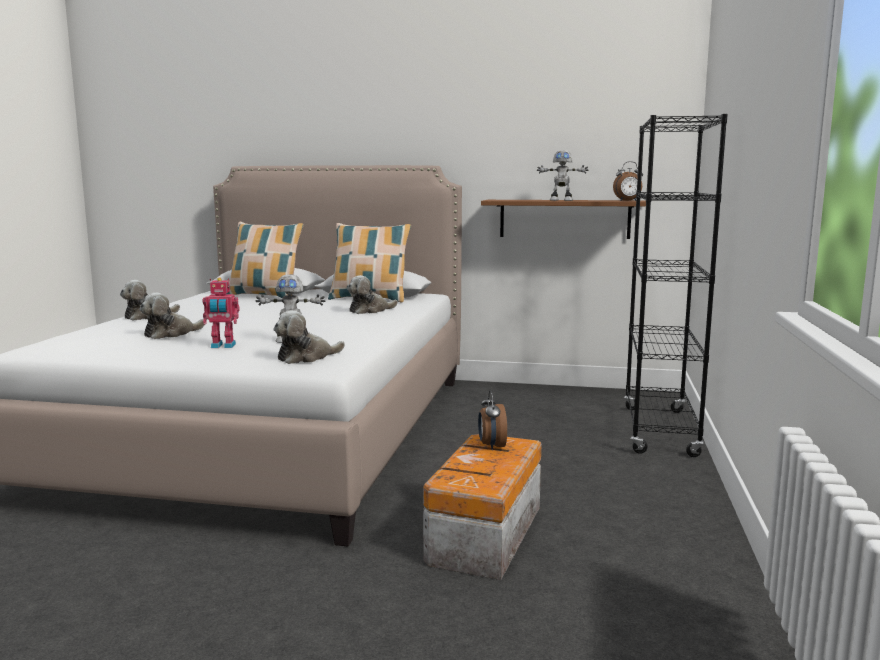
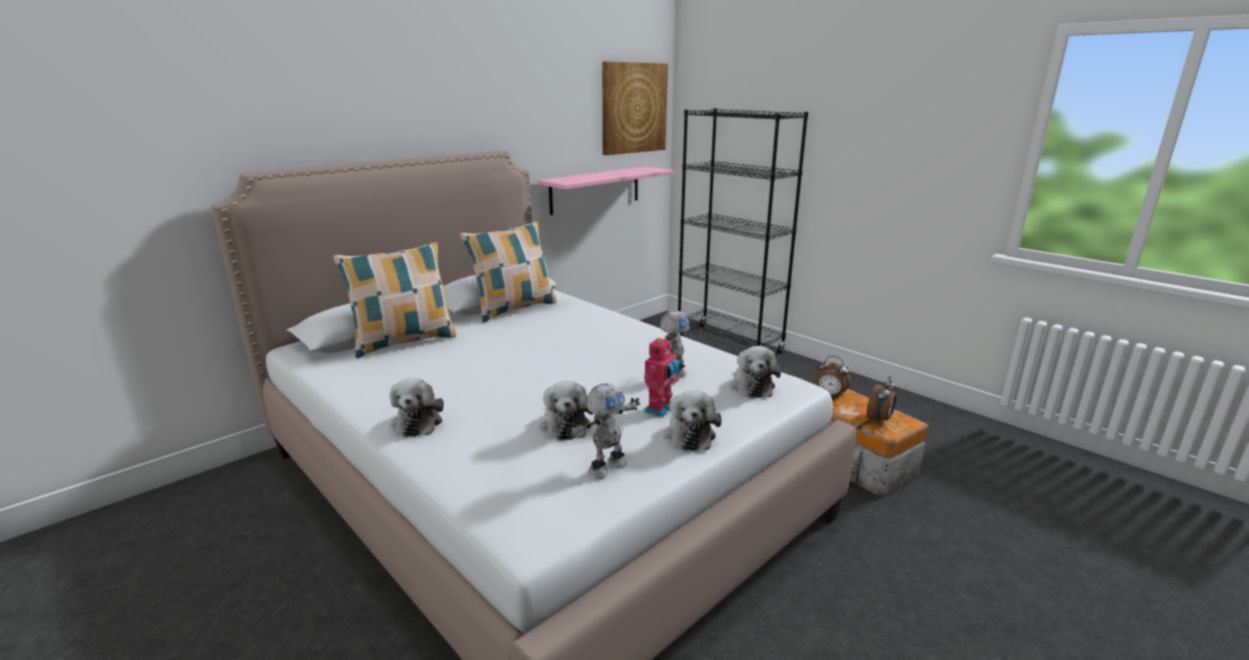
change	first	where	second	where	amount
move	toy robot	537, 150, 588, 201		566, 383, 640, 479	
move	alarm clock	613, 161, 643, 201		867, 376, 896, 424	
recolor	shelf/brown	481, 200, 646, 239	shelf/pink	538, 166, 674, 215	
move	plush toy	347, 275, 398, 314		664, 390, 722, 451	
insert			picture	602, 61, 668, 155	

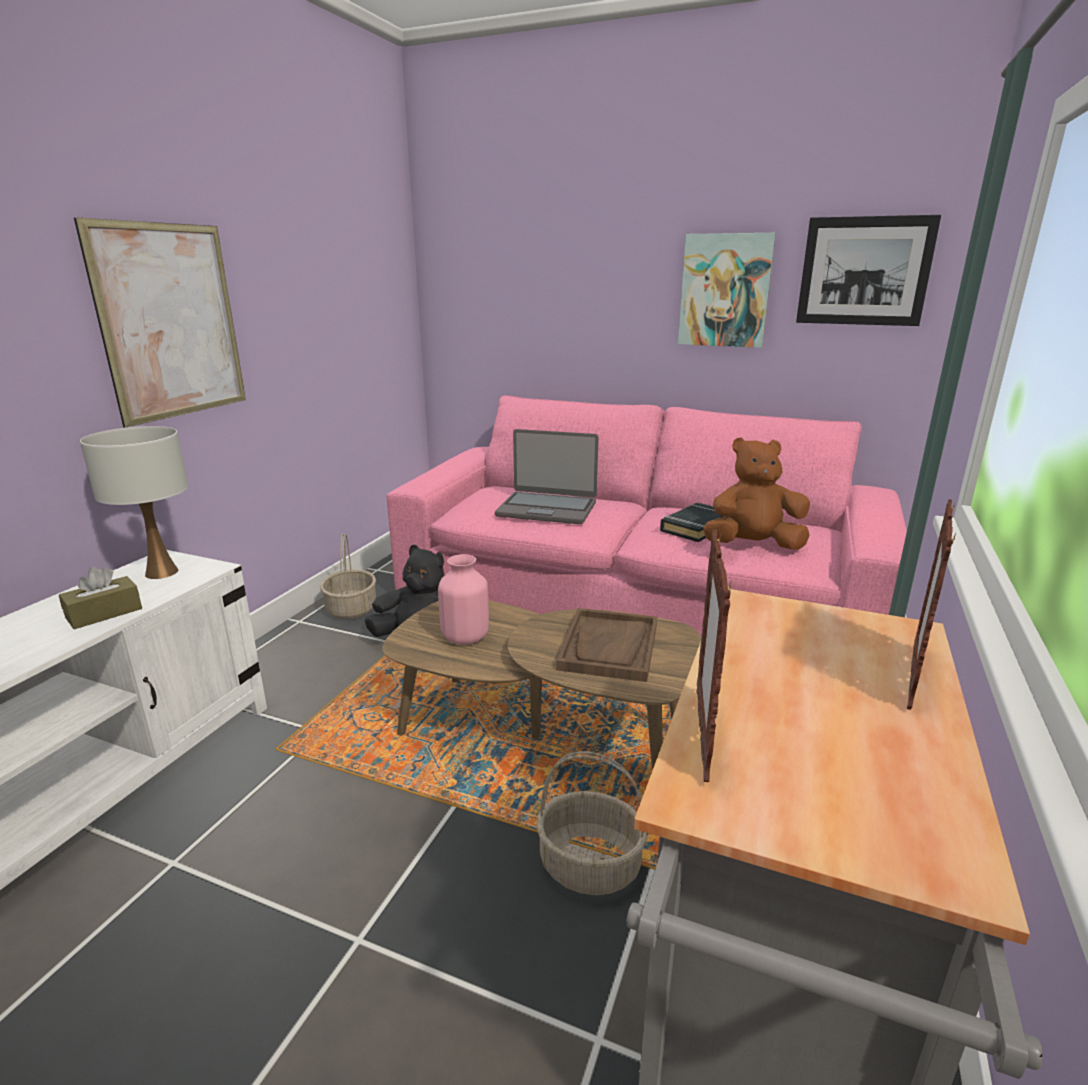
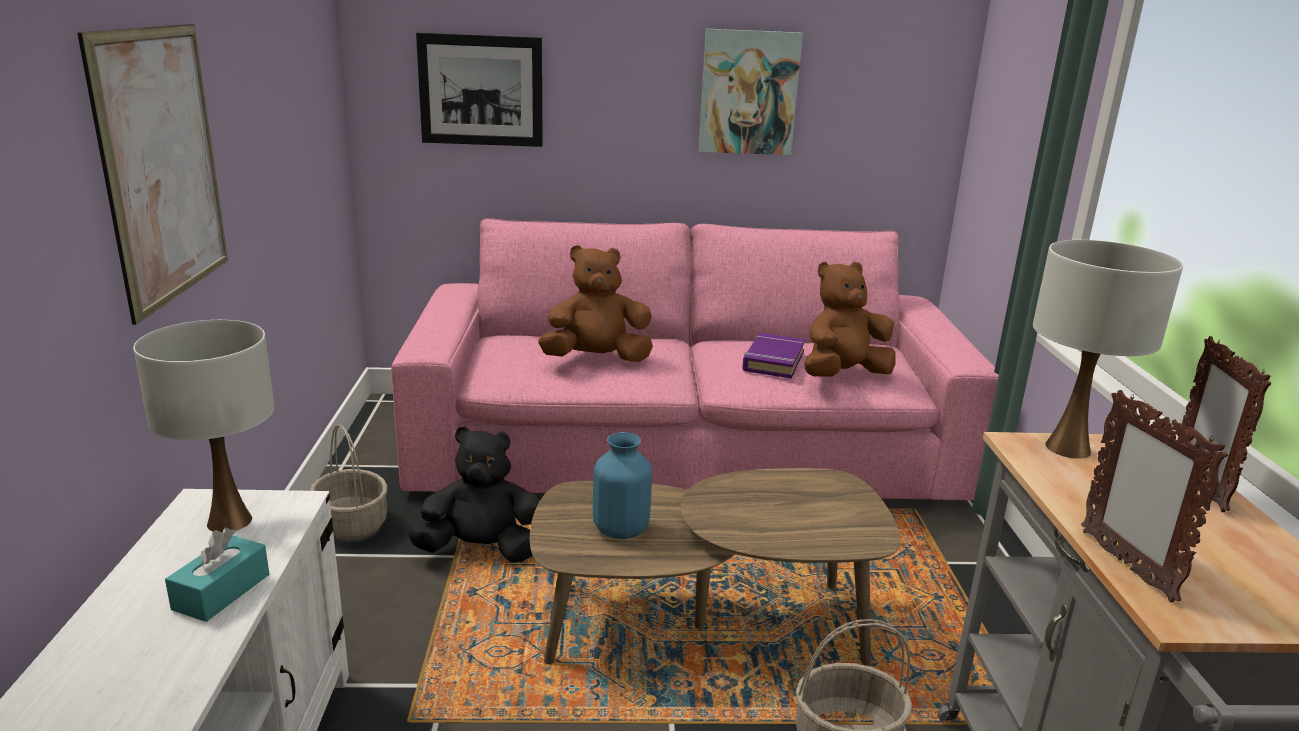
change	first	where	second	where	amount
move	picture	796, 215, 941, 326		416, 33, 543, 147	
replace	laptop	495, 429, 599, 524	plush toy/brown	538, 245, 653, 362	
recolor	book/black	660, 503, 724, 542	book/purple	742, 333, 805, 378	
recolor	vase/pink	438, 554, 489, 645	vase/blue	593, 432, 652, 539	
recolor	tissue box/brown	59, 567, 142, 629	tissue box/turquoise	165, 528, 269, 622	
delete	tray/brown	556, 608, 657, 682			
insert			table lamp/white	1033, 240, 1183, 459	

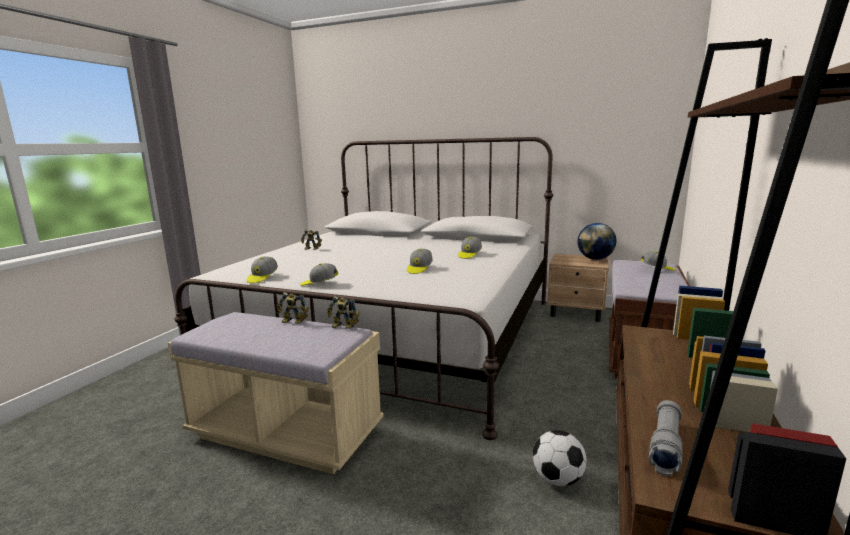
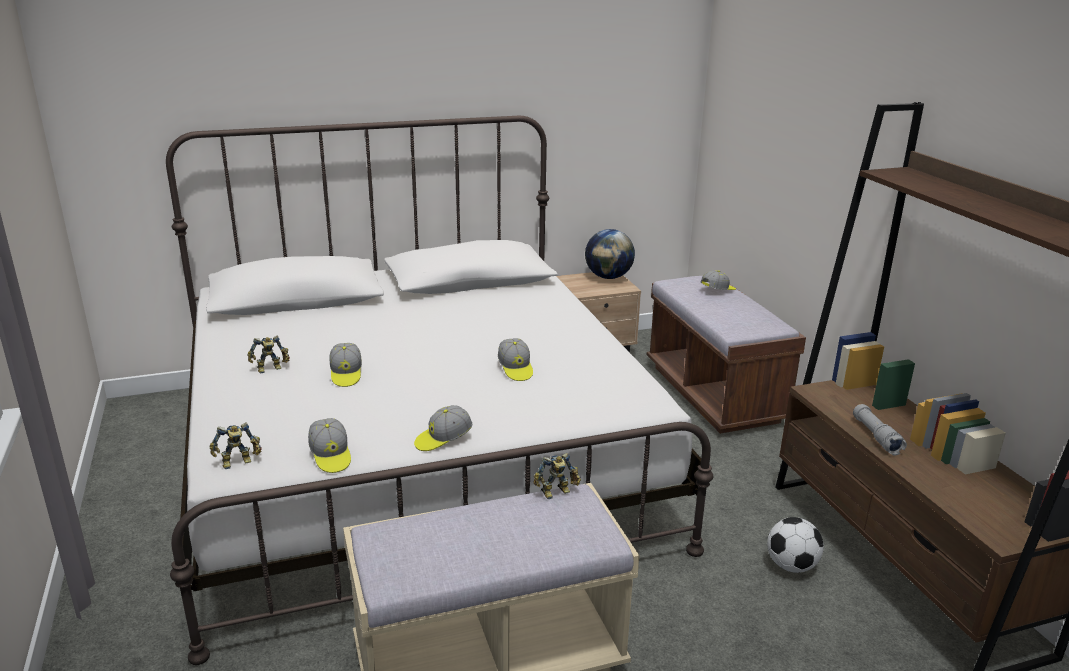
change	first	where	second	where	amount
move	cap	458, 237, 482, 259		329, 343, 362, 387	
move	toy robot	277, 292, 309, 323		210, 423, 262, 469	
move	flashlight/grey	648, 400, 683, 476		853, 404, 907, 455	

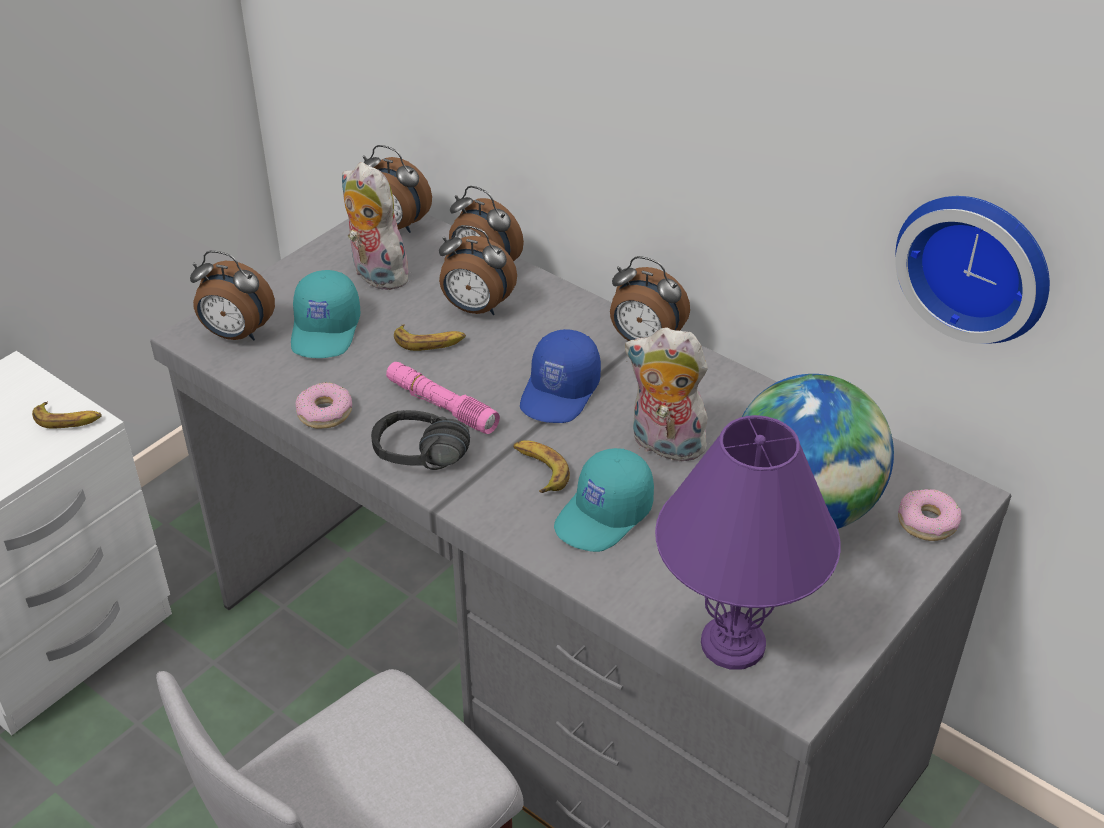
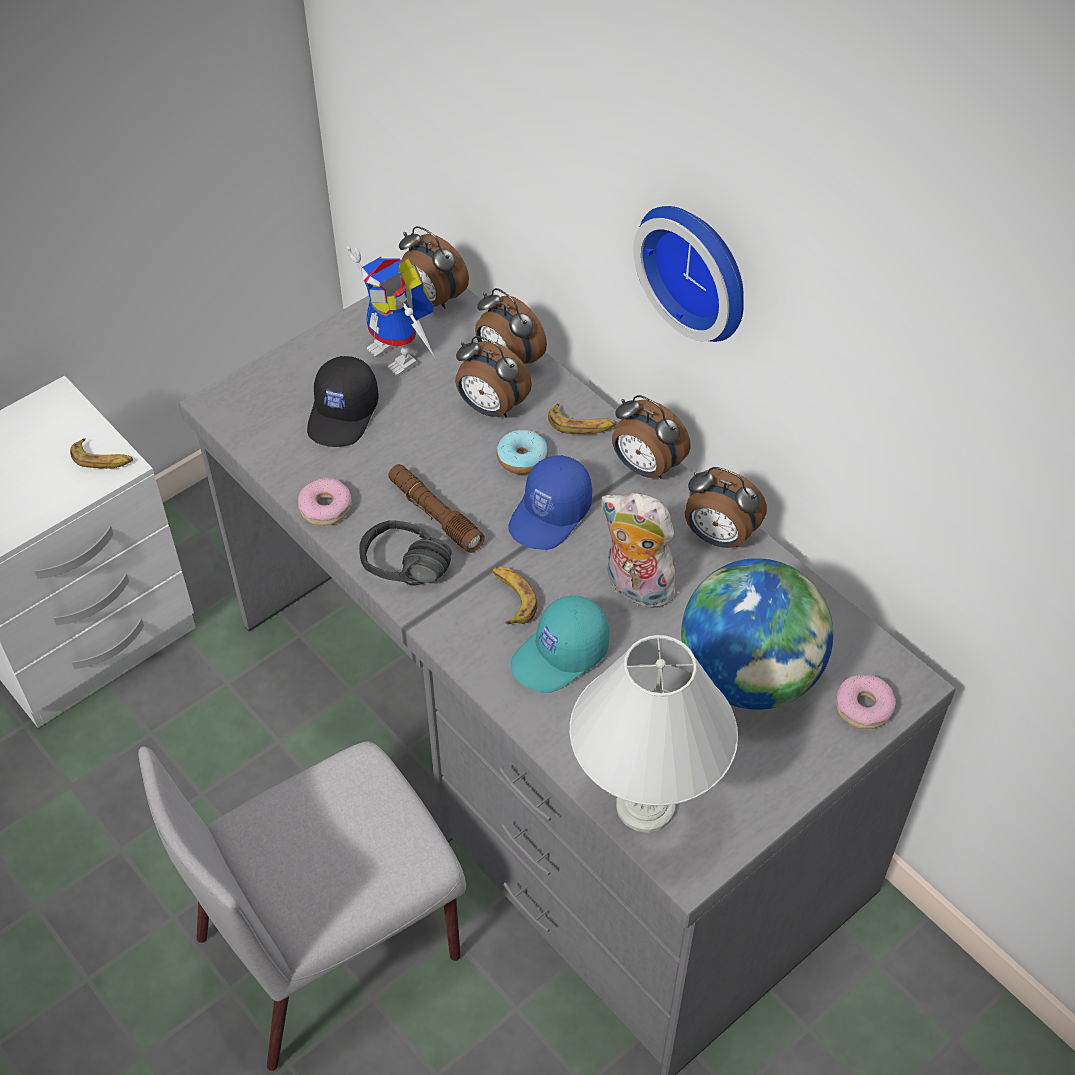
change	first	where	second	where	amount
replace	plush toy	342, 162, 415, 290	toy robot	346, 246, 434, 377	
move	wall clock	896, 196, 1050, 344		633, 206, 744, 342	
move	alarm clock	190, 251, 275, 340		685, 467, 767, 548	
recolor	cap/turquoise	291, 270, 360, 358	cap/black	307, 356, 379, 447	
move	banana	394, 325, 466, 351		548, 404, 617, 434	
recolor	flashlight/pink	386, 362, 500, 434	flashlight/brown	388, 464, 485, 553	
recolor	table lamp/purple	655, 415, 841, 670	table lamp/white	570, 635, 738, 833	
insert			donut	497, 430, 548, 474	

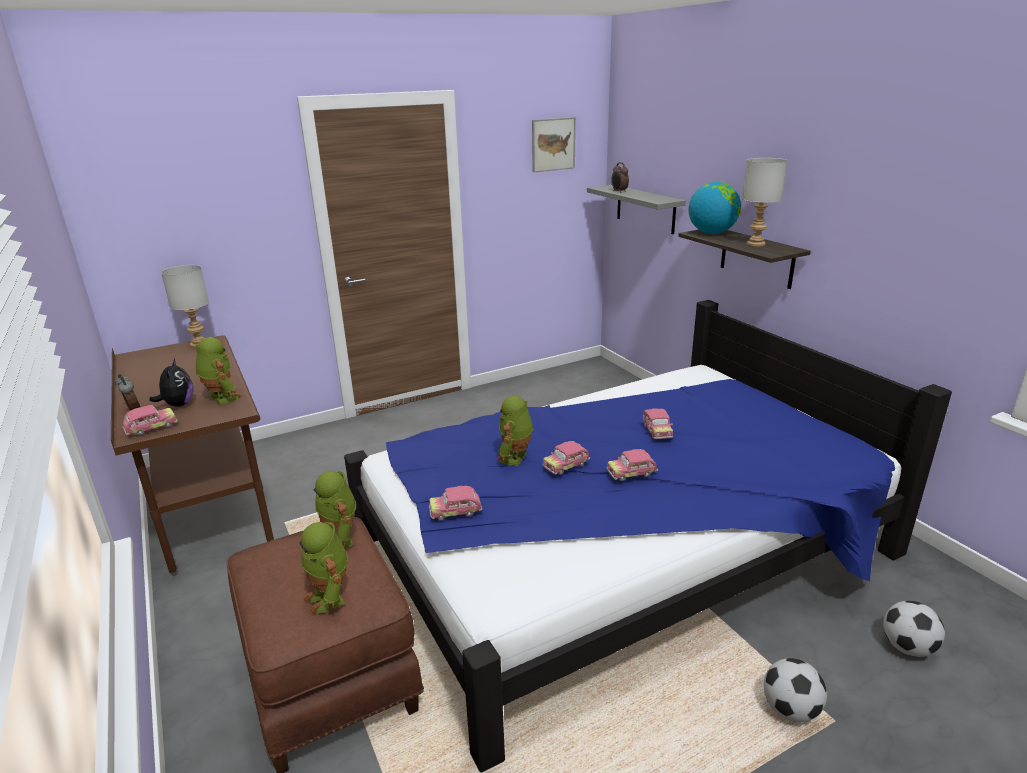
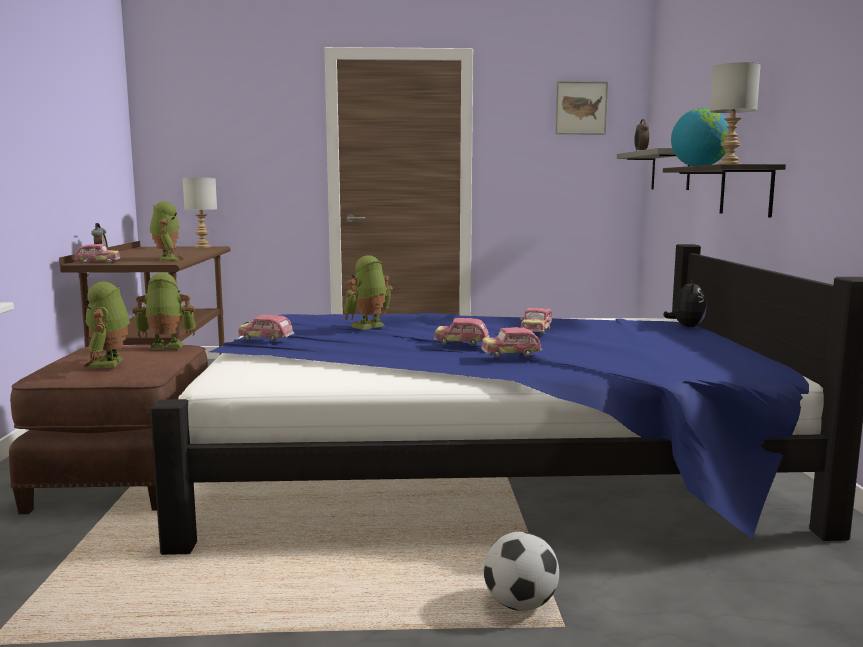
change	first	where	second	where	amount
move	plush toy	150, 359, 193, 407		663, 279, 707, 327	
move	toy car	542, 441, 590, 475		481, 327, 542, 358	
rotate	toy robot	314, 471, 356, 549		132, 273, 196, 349	90 degrees clockwise
delete	football	883, 601, 945, 657			

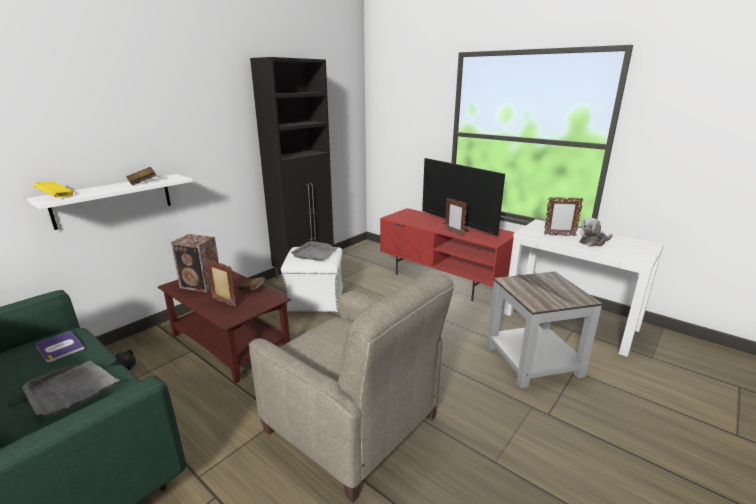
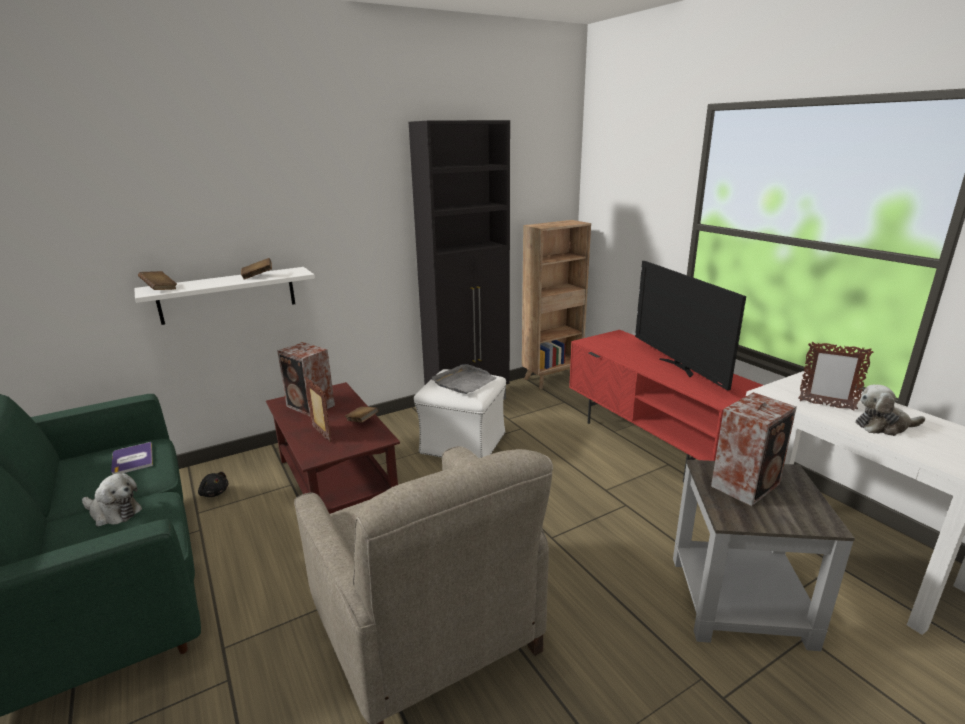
change	first	where	second	where	amount
recolor	book/yellow	33, 182, 74, 197	book/brown	138, 271, 177, 290	
delete	picture frame	445, 198, 467, 236			
replace	tray/grey	22, 361, 121, 417	plush toy	82, 473, 142, 527	
insert			bookcase/brown	522, 220, 591, 389	
insert			speaker	711, 392, 797, 506	

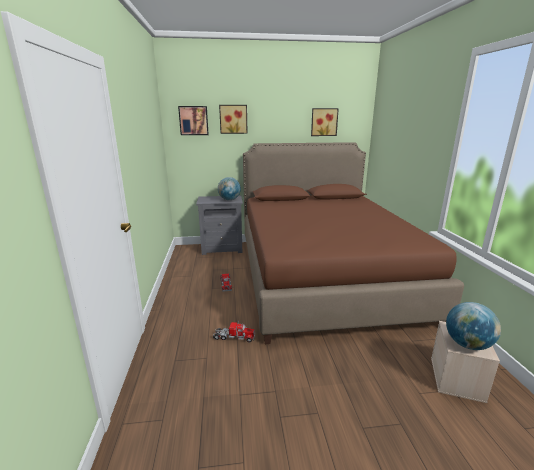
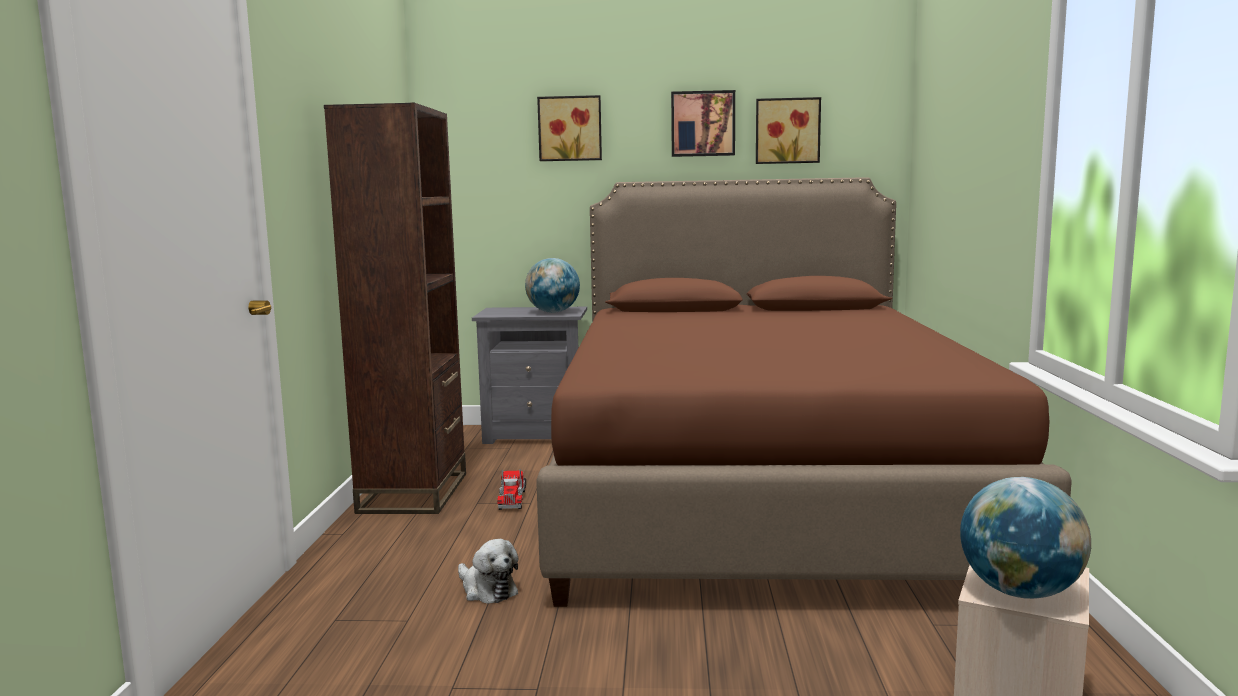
change	first	where	second	where	amount
move	picture	178, 106, 209, 135		671, 90, 735, 157	
replace	toy truck	213, 320, 255, 342	plush toy	458, 539, 518, 604	
insert			bookcase/brown	324, 103, 466, 514	

